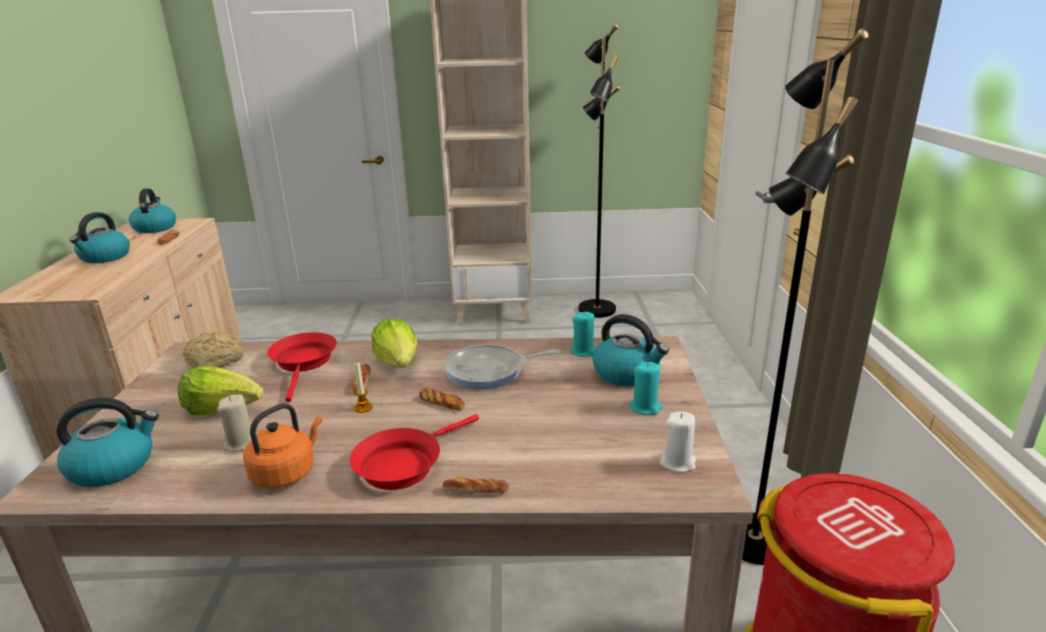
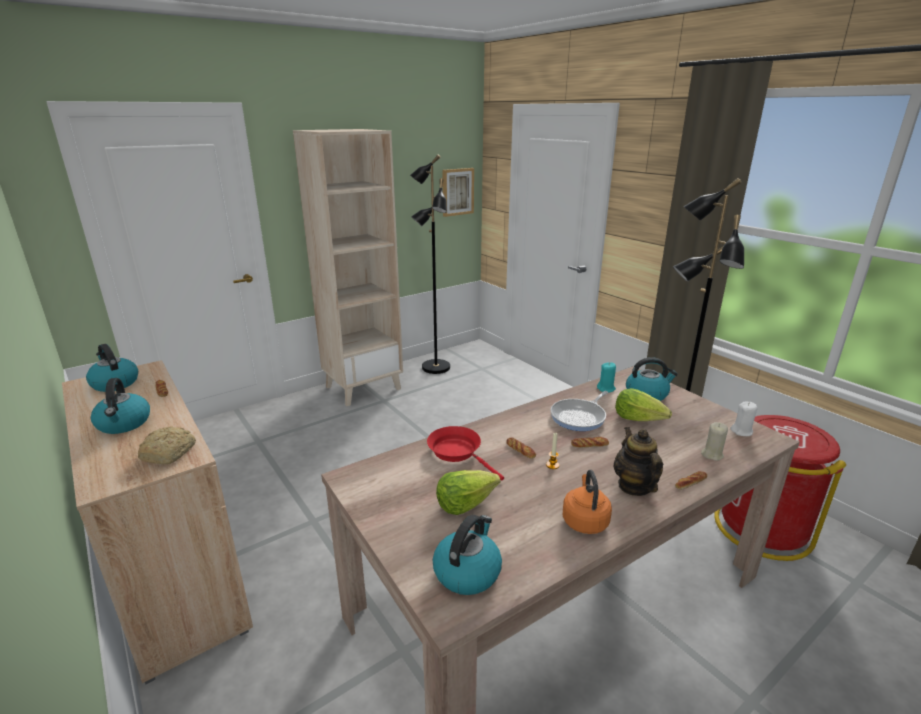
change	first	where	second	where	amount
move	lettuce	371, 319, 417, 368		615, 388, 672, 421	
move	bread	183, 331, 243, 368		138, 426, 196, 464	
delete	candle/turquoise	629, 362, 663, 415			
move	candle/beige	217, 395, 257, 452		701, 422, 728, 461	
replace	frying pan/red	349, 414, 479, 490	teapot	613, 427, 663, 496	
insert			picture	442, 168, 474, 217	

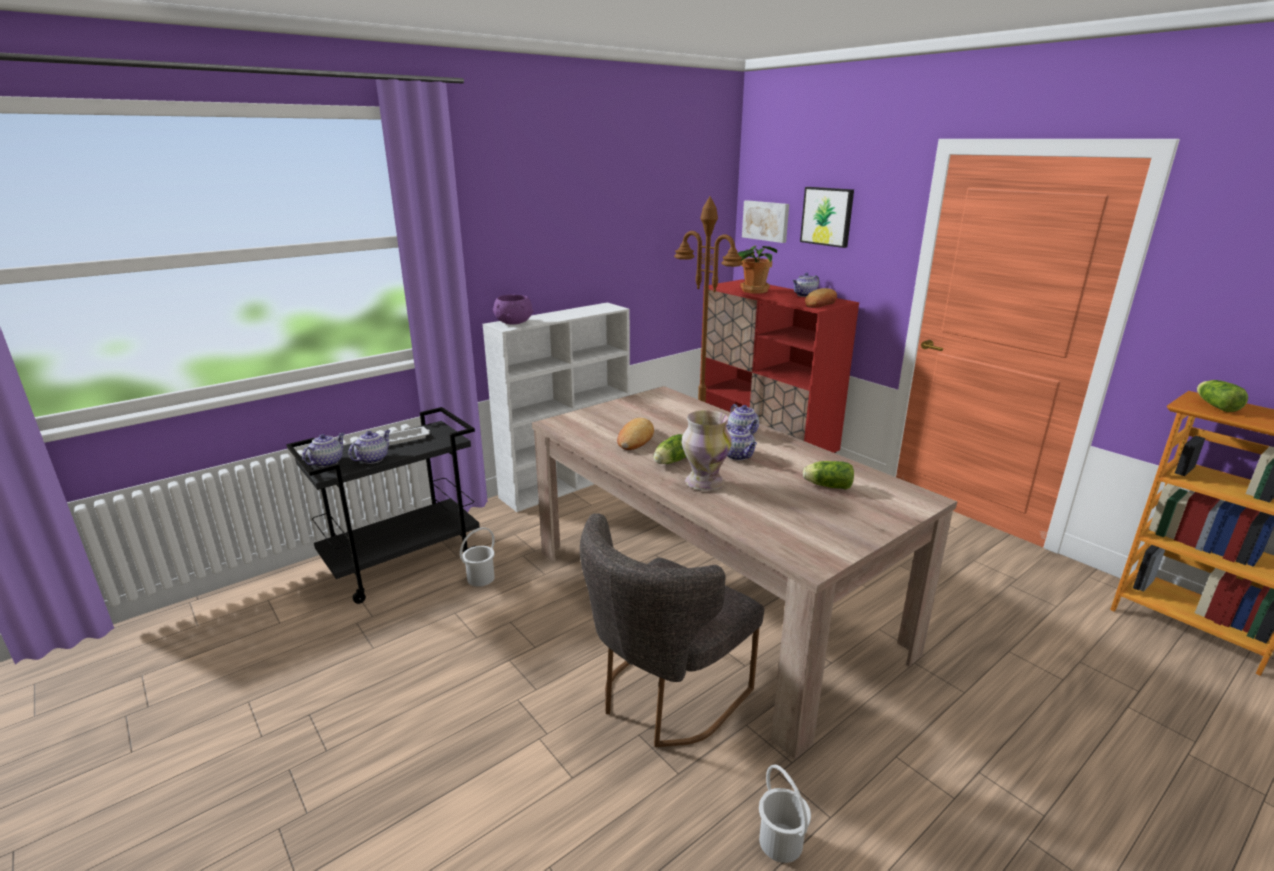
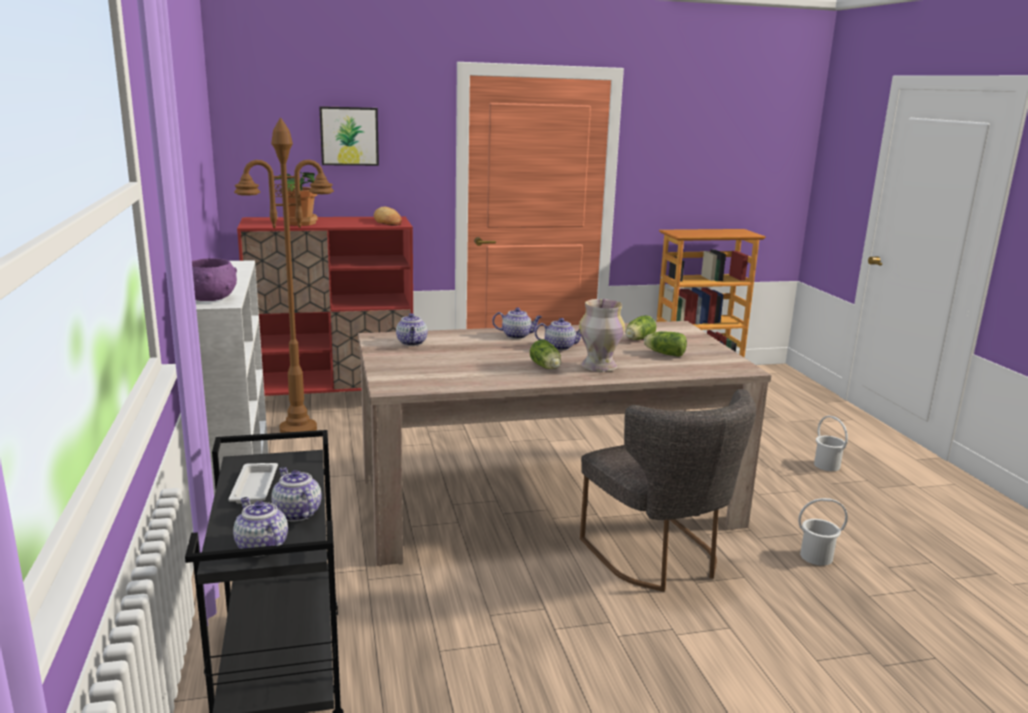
change	first	where	second	where	amount
delete	picture	742, 200, 789, 243			
move	teapot	793, 273, 819, 297		396, 313, 428, 346	
move	lettuce	1197, 380, 1248, 412		644, 331, 687, 357	
delete	bread	617, 418, 654, 450			
move	bucket/white	460, 527, 495, 587		814, 416, 848, 471	

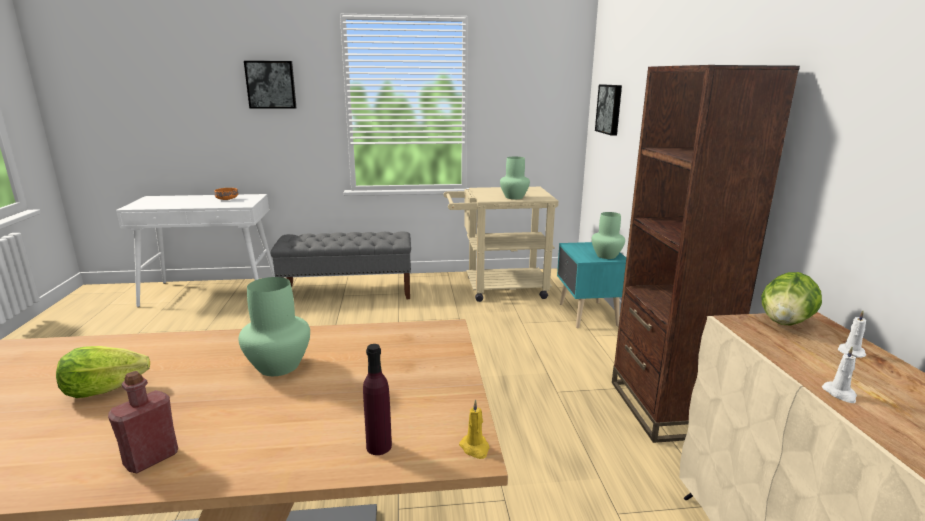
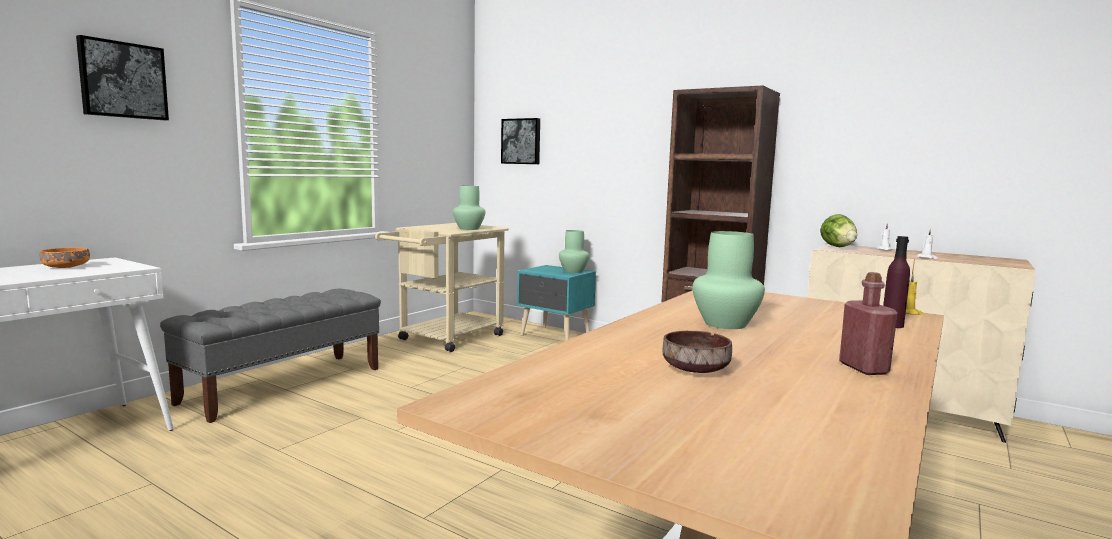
change	first	where	second	where	amount
replace	lettuce	56, 346, 150, 398	bowl/brown	662, 331, 732, 373	

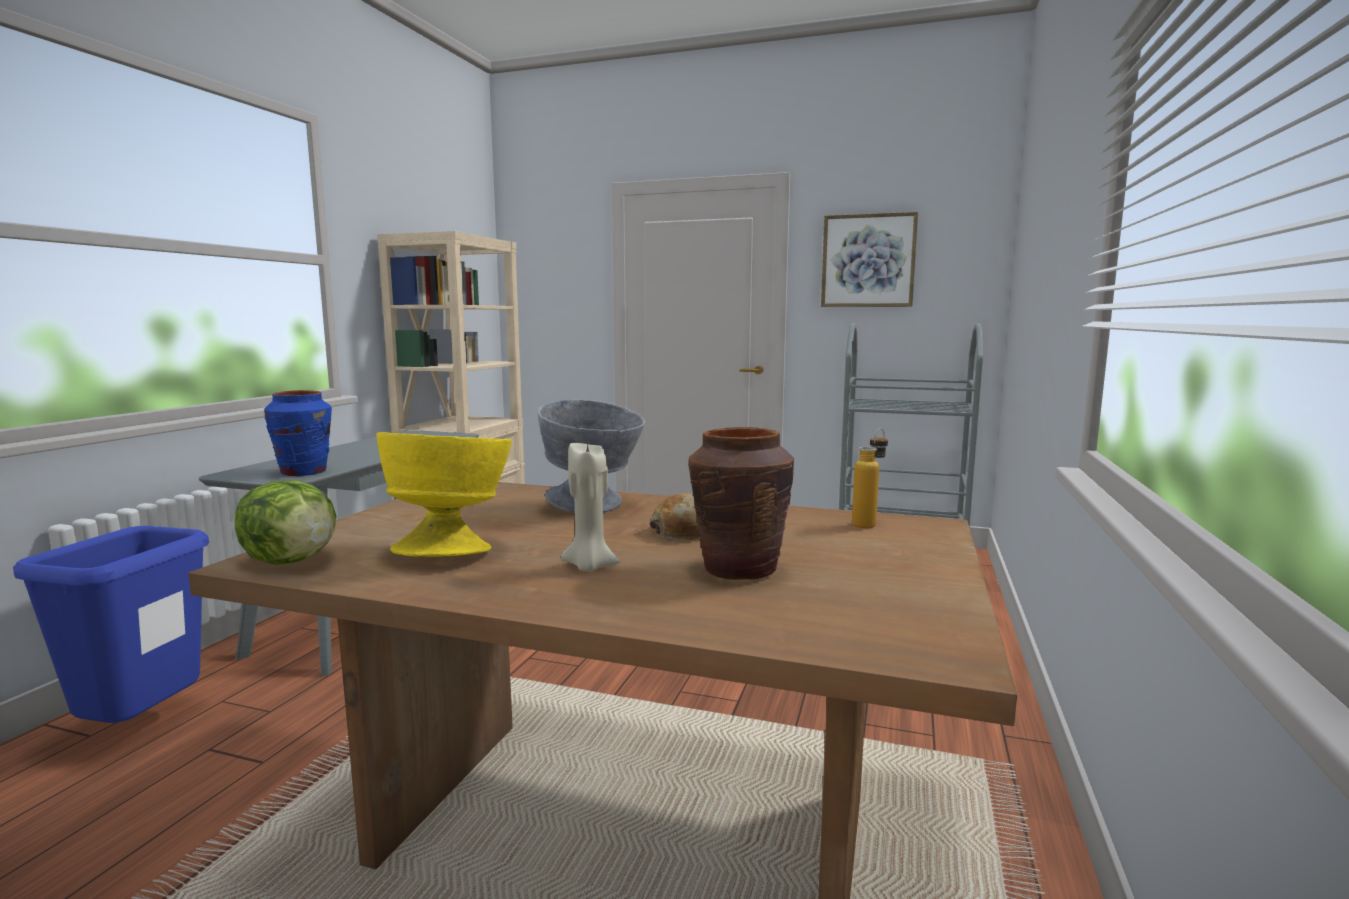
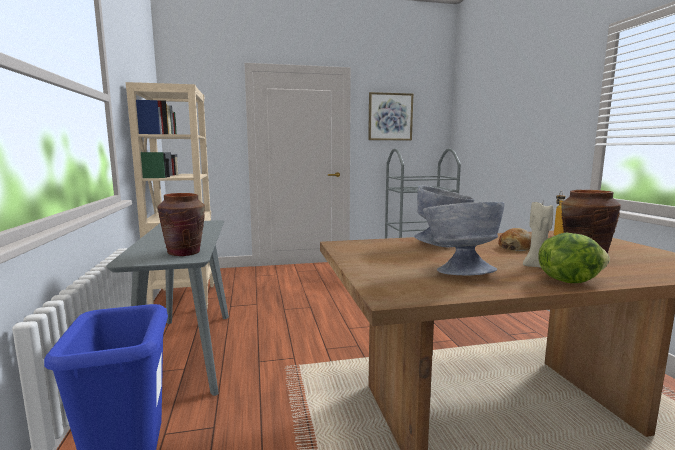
change	first	where	second	where	amount
recolor	vase/blue	264, 390, 332, 476	vase/brown	157, 193, 205, 256	
recolor	bowl/yellow	377, 432, 512, 557	bowl/grey	423, 202, 504, 275	
move	lettuce	235, 480, 336, 565		538, 233, 610, 283	

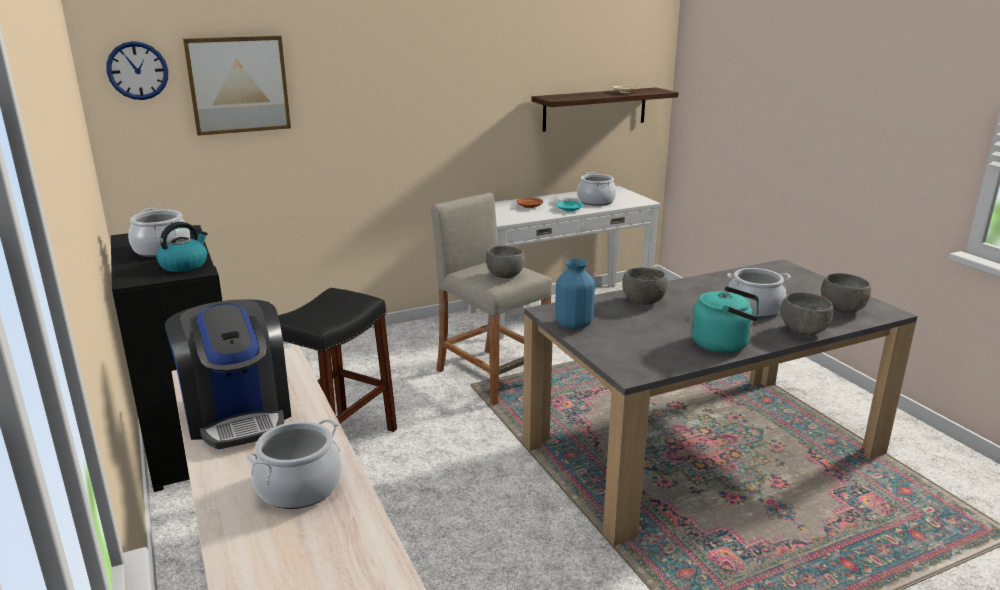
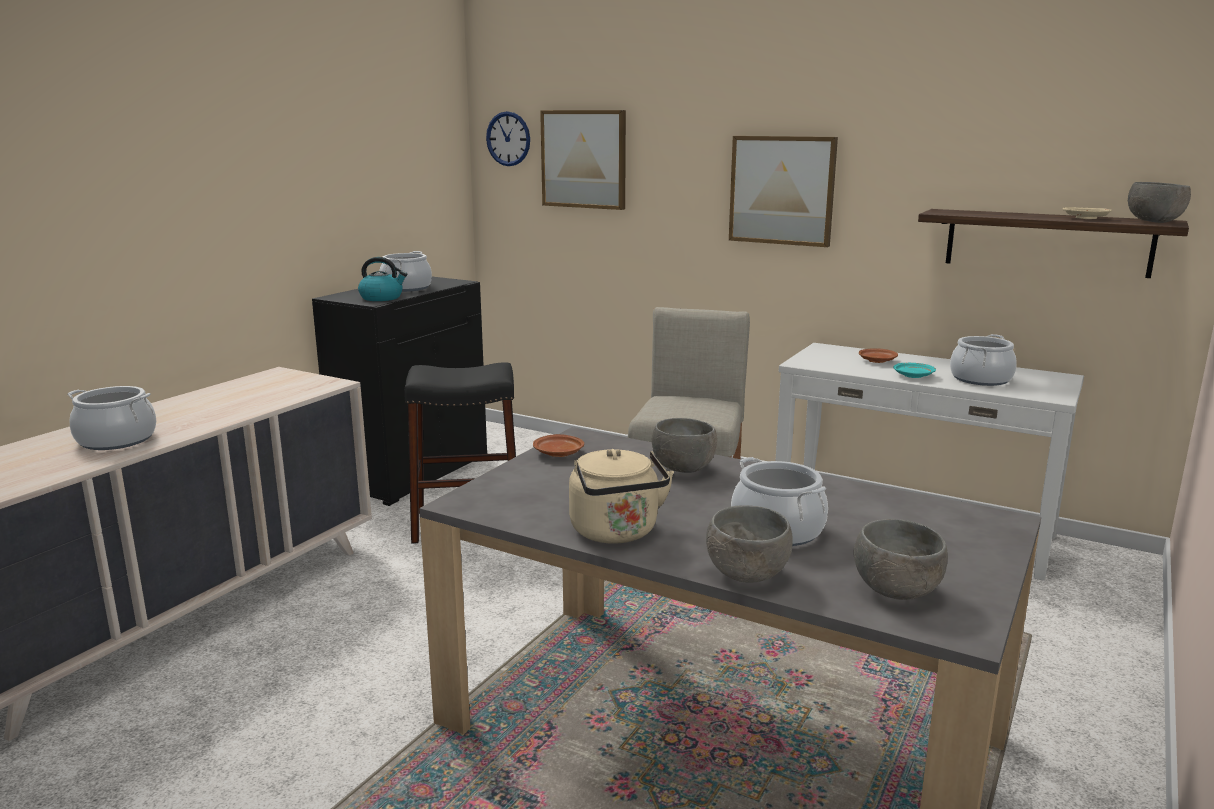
change	first	where	second	where	amount
move	bowl/grey	486, 246, 525, 278		1128, 182, 1191, 223	
replace	vase/blue	555, 258, 595, 329	plate/brown	533, 434, 584, 457	
recolor	kettle/turquoise	691, 286, 759, 353	kettle/beige	569, 449, 674, 544	
delete	coffee machine	165, 299, 292, 449			
insert			picture	729, 136, 838, 247	

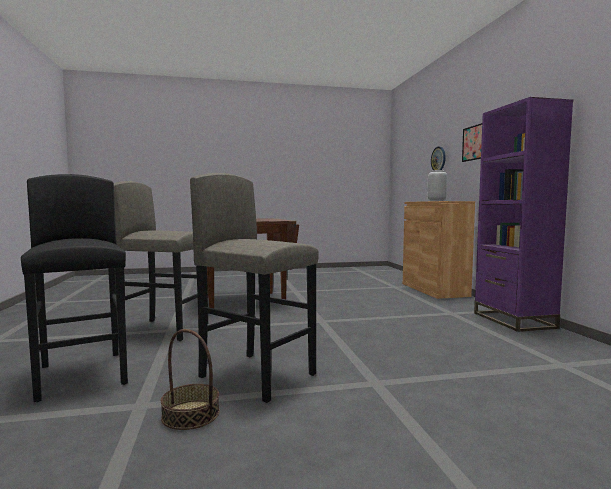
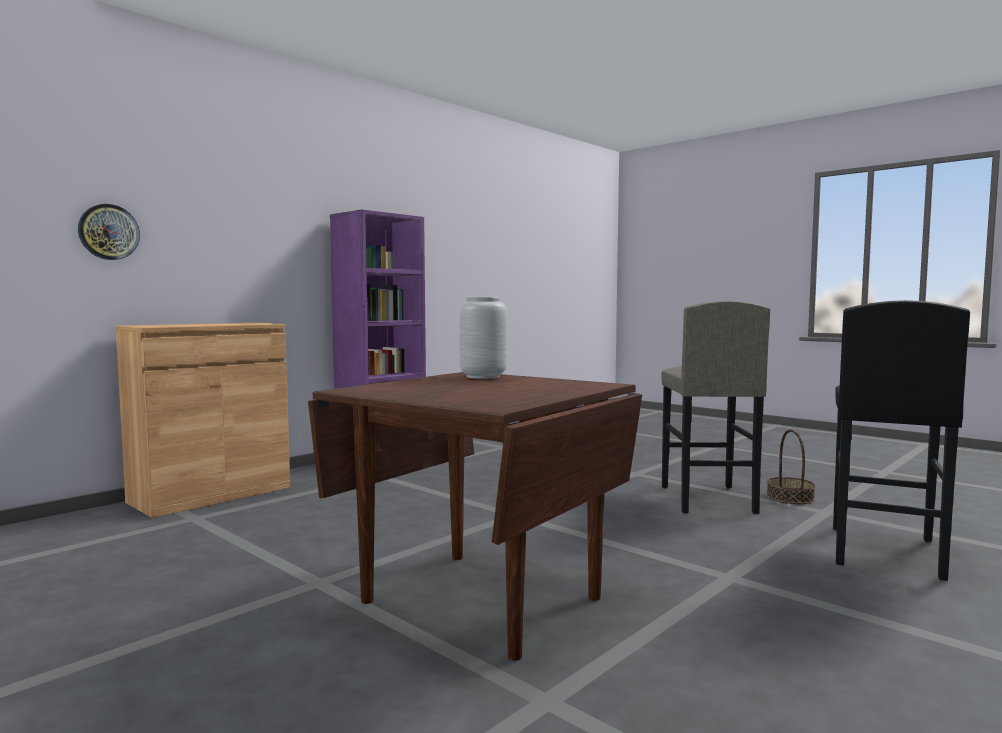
change	first	where	second	where	amount
delete	picture	462, 123, 482, 162			
move	vase/grey	427, 170, 447, 201		459, 297, 507, 379	
delete	stool/grey	114, 181, 208, 341			

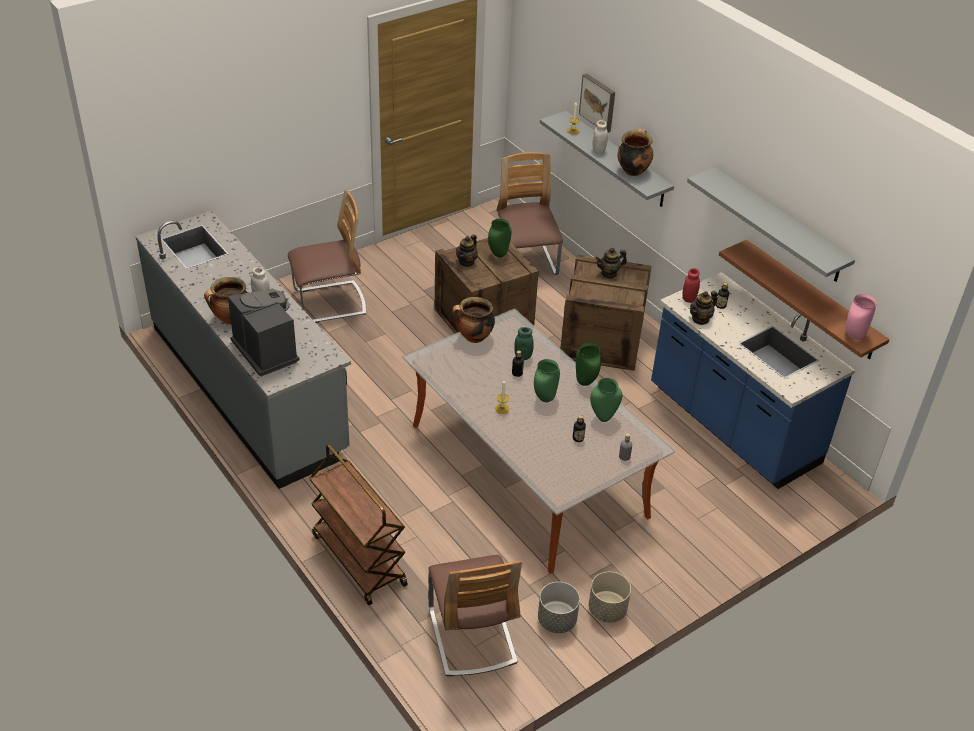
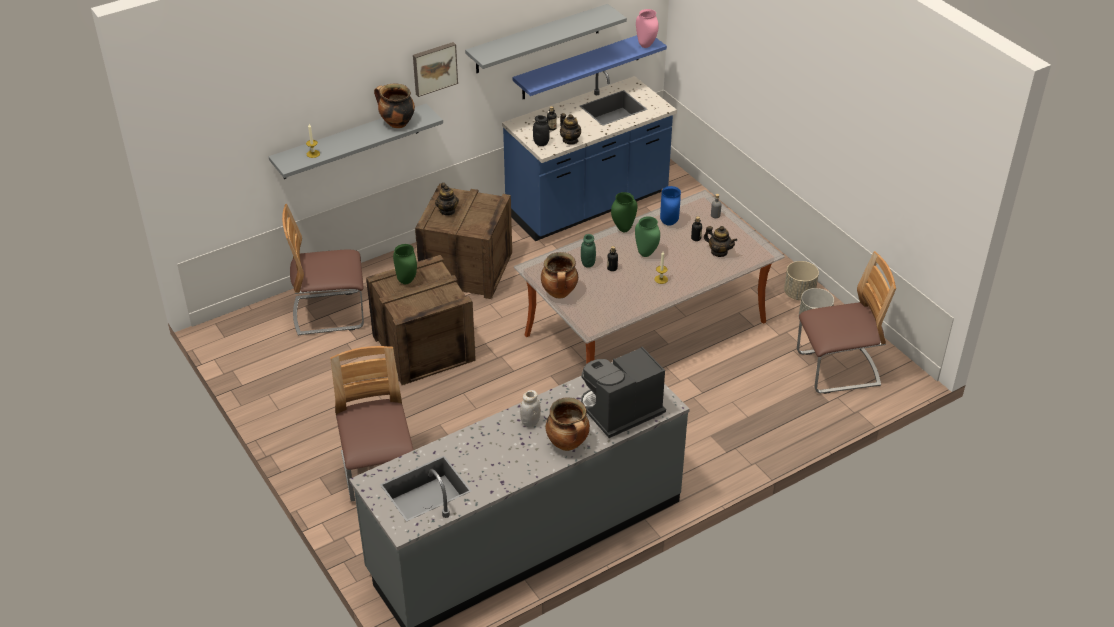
change	first	where	second	where	amount
move	picture	579, 74, 615, 133		413, 42, 458, 97	
delete	jar/white	593, 120, 608, 154			
move	teapot	456, 234, 478, 267		704, 226, 737, 257	
recolor	shelf/brown	719, 240, 890, 360	shelf/blue	513, 35, 667, 99	
recolor	jar/red	682, 268, 700, 303	jar/black	533, 115, 550, 146	
recolor	vase/green	590, 378, 622, 422	vase/blue	660, 186, 681, 226	
delete	cart/brown	309, 444, 408, 605			

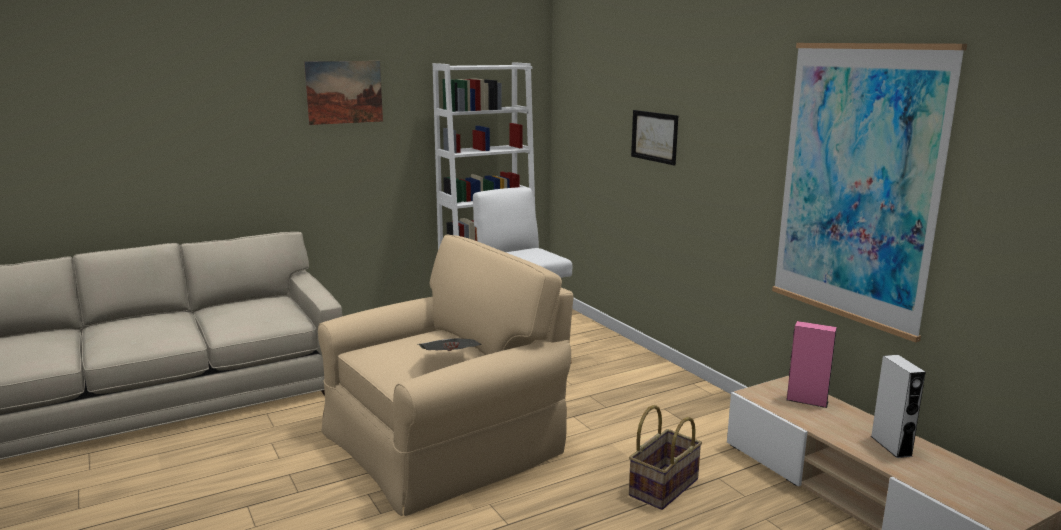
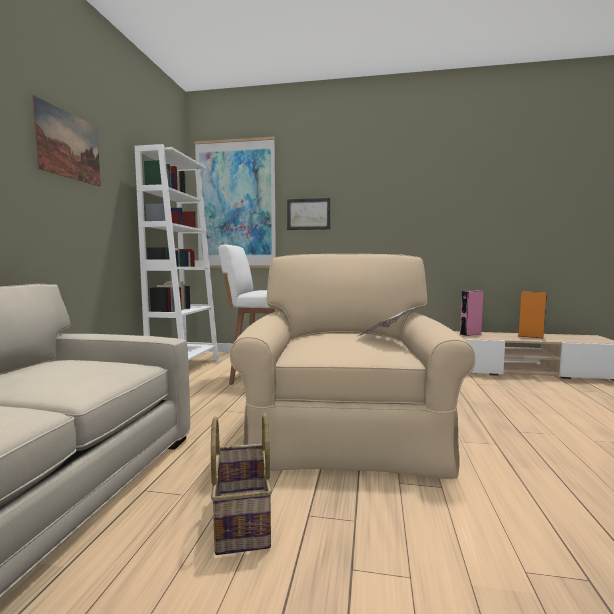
change	first	where	second	where	amount
move	picture	772, 43, 967, 342		194, 137, 276, 268	
recolor	speaker/white	871, 355, 926, 458	speaker/orange	518, 291, 546, 338	
move	basket	629, 405, 702, 510		211, 413, 272, 555	

